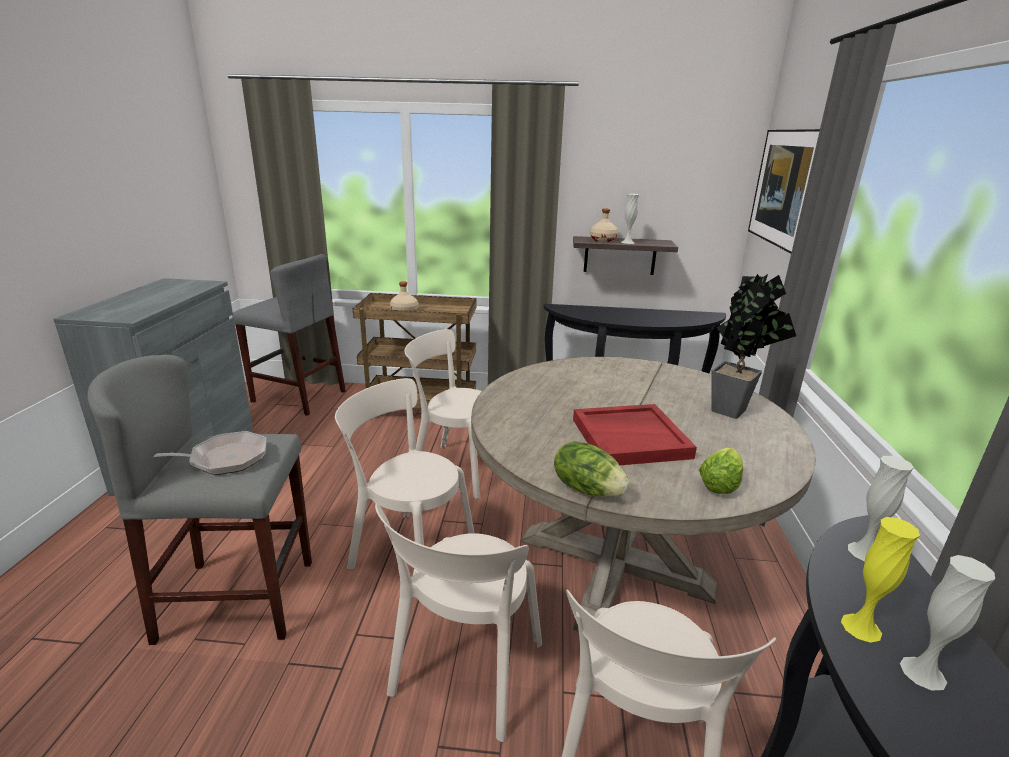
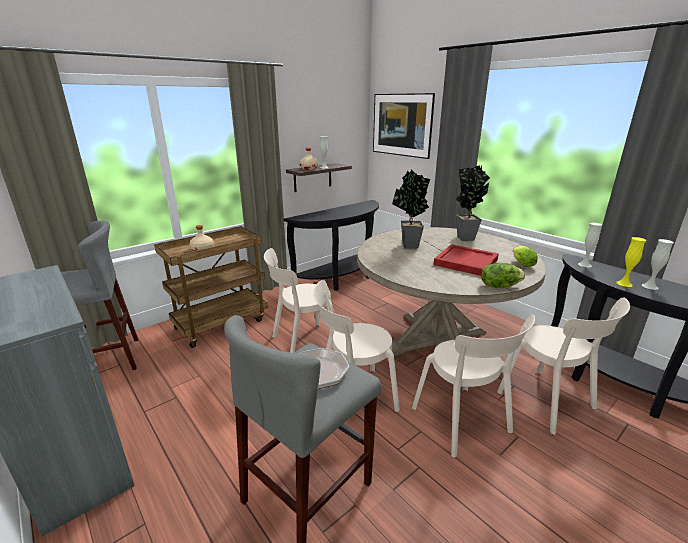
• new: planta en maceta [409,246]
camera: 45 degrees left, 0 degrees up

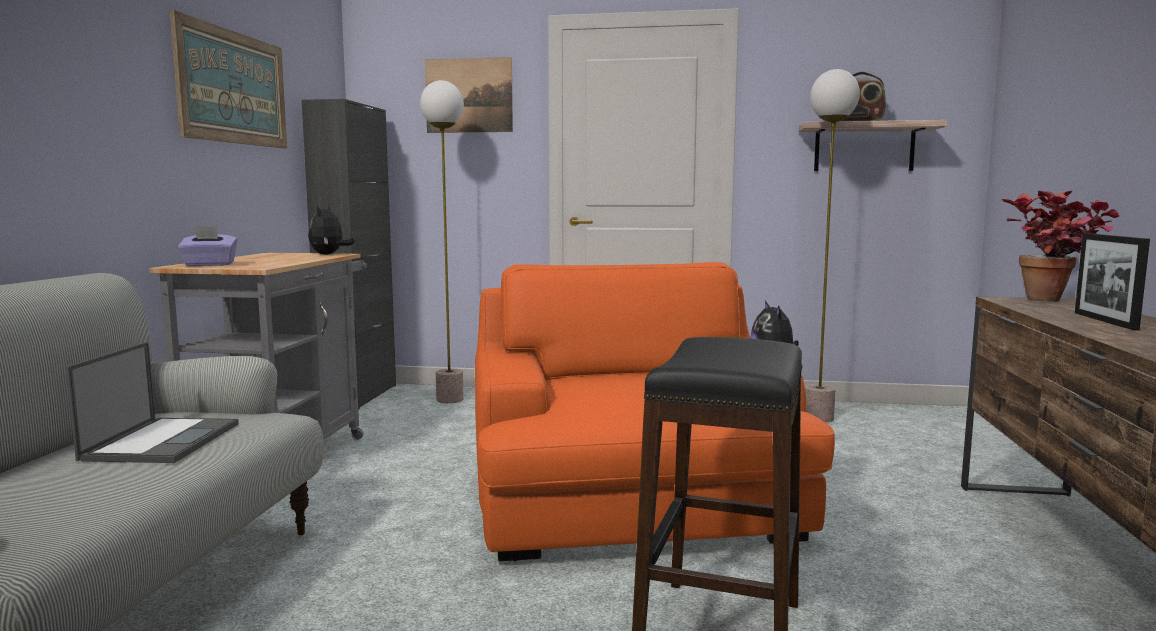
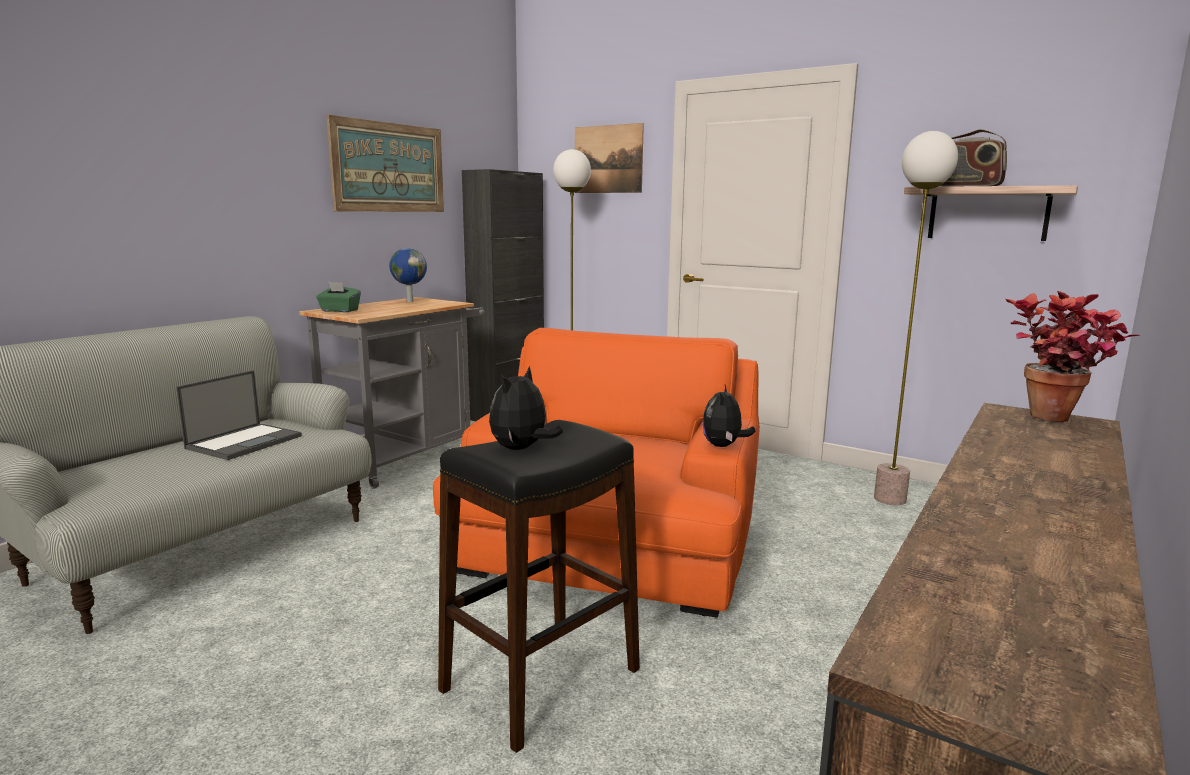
• repainted: caja de pañuelos (morado) [209,265] to caja de pañuelos (verde) [339,310]
• new: globo terráqueo [409,301]
• shifted: peluche [328,254] to [522,449]
• gone: portarretratos [1104,321]
camera: 25 degrees right, 5 degrees up

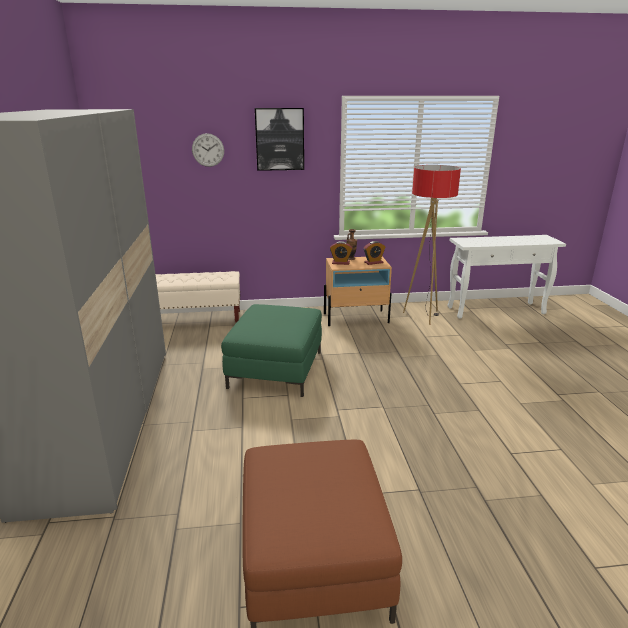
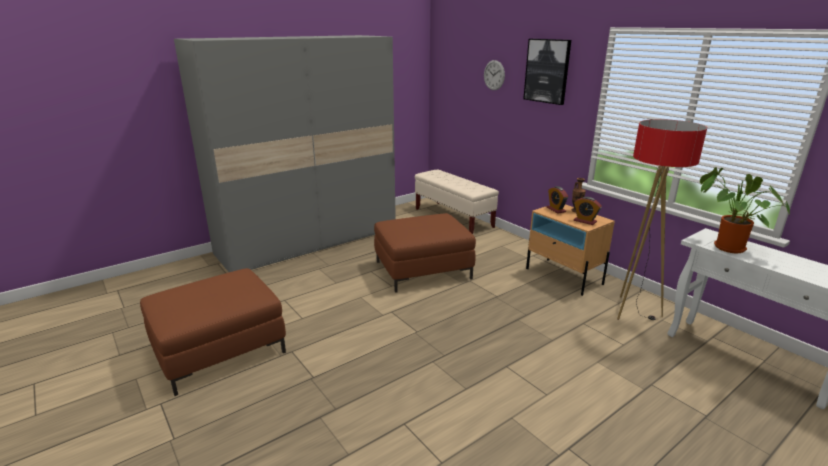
• repainted: puf (verde) [276,369] to puf (marrón) [422,270]
• new: planta en maceta [725,247]
camera: 60 degrees right, 0 degrees up

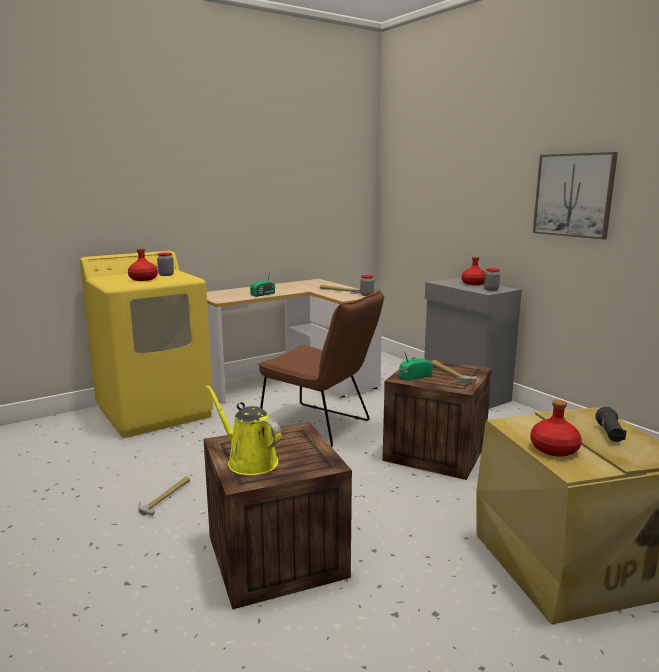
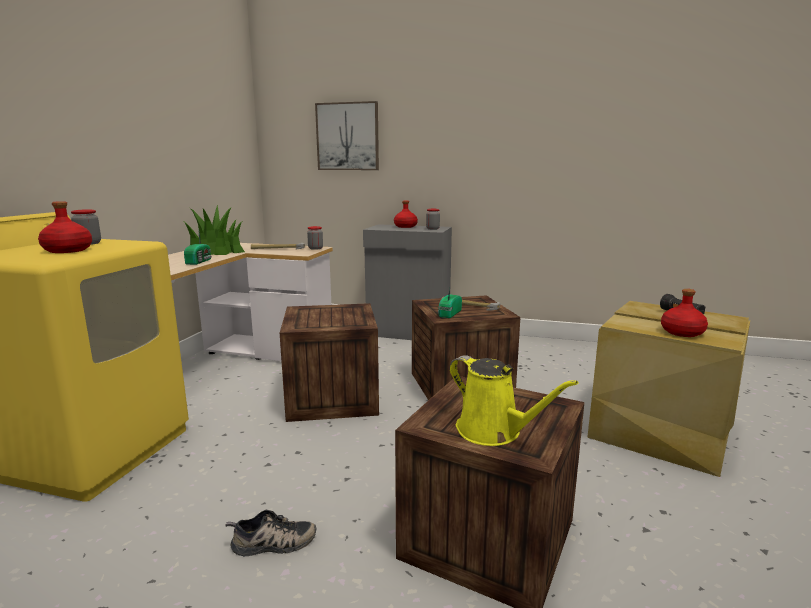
• new: planta en maceta [215,251]
• swapped: martillo [166,497] to zapato [273,544]
• swapped: silla (marrón) [321,427] to caja de embalaje [332,398]
• shifted: cuadro [573,195] to [347,136]
• rotated: regadera (amarillo) [249,461] = [493,432] 135 degrees counterclockwise
camera: 40 degrees left, 0 degrees up

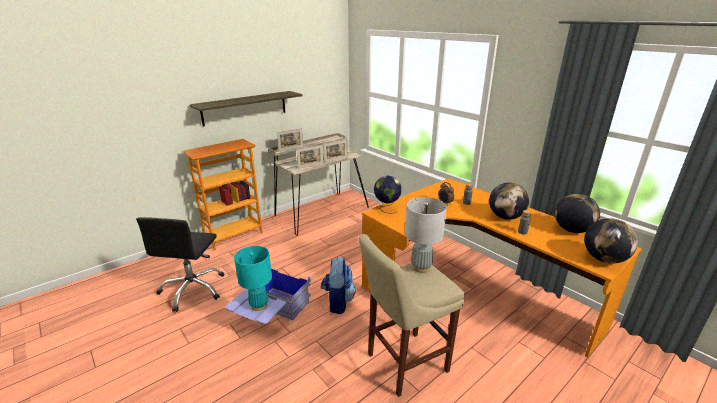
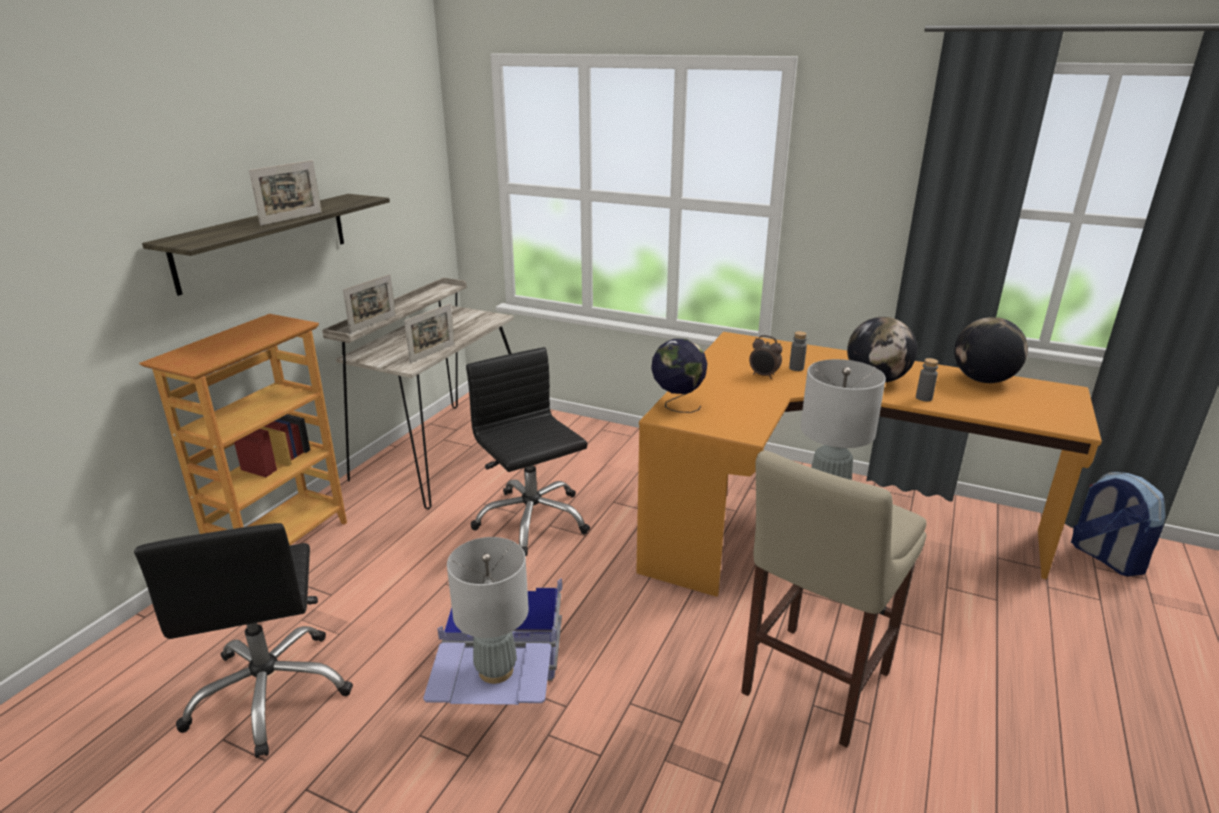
• shifted: portarretratos [335,160] to [292,218]
• repainted: lámpara de mesa (turquesa) [259,305] to lámpara de mesa (gris) [496,670]
• new: silla de oficina (negro) [531,520]
• shifted: mochila [337,302] to [1104,557]
• gone: globo terráqueo [604,259]
camera: 25 degrees left, 0 degrees up

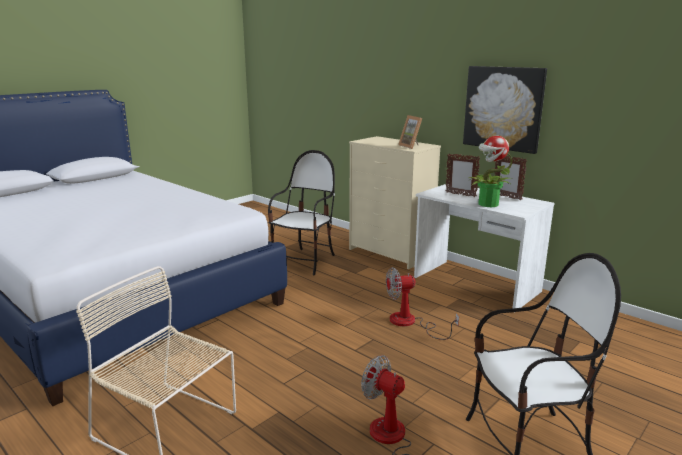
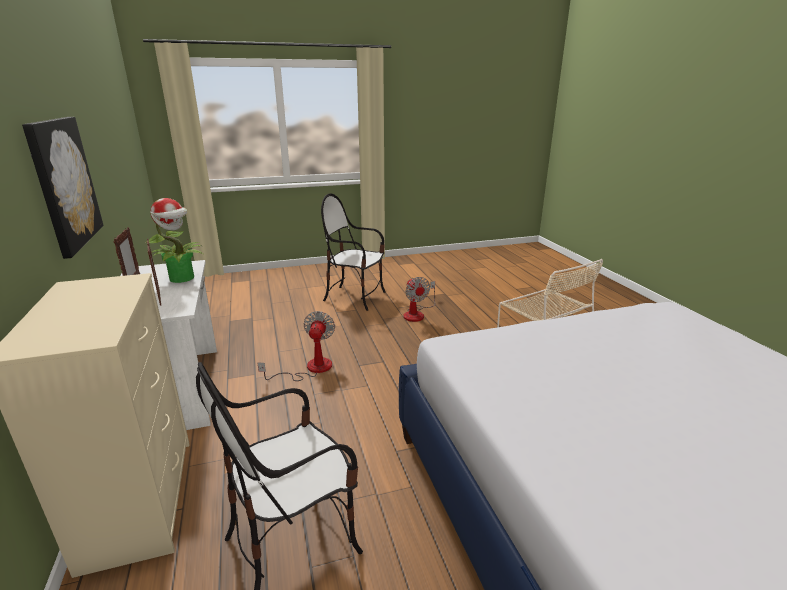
• rotated: ventilador [410,323] = [310,369] 105 degrees counterclockwise
• gone: portarretratos [411,146]
camera: 150 degrees left, 5 degrees up

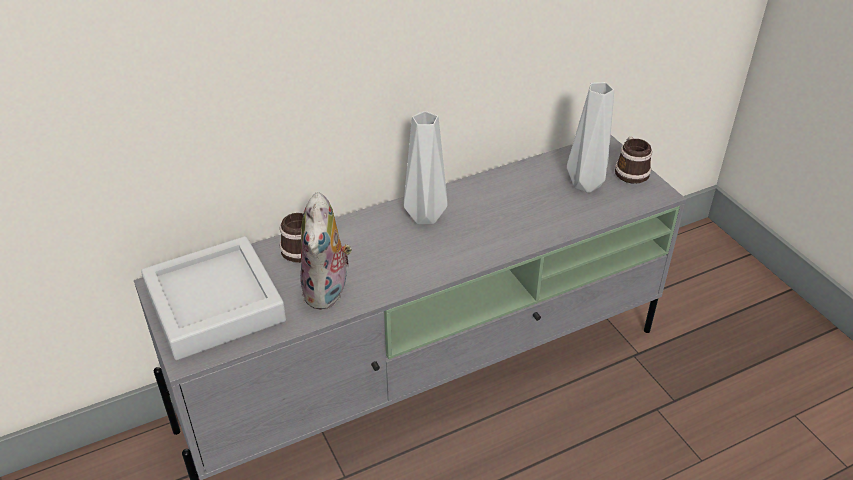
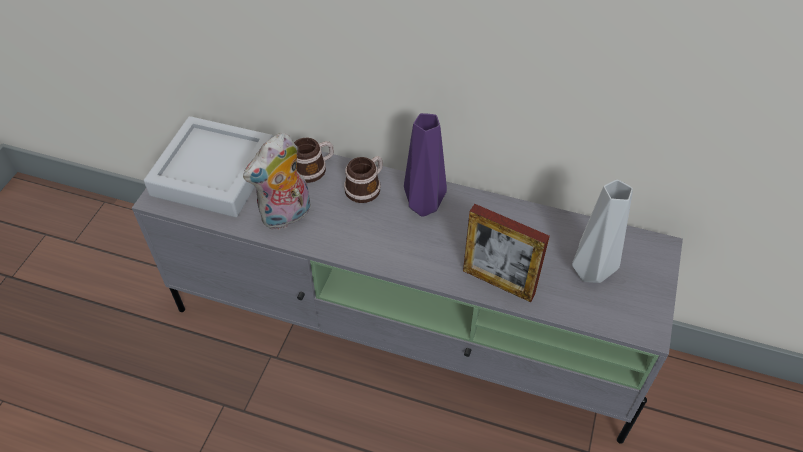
• shifted: taza grande [630,170] to [366,187]
• repainted: florero (gris) [426,215] to florero (morado) [426,206]
• new: portarretratos [498,282]
camera: 45 degrees right, 10 degrees up

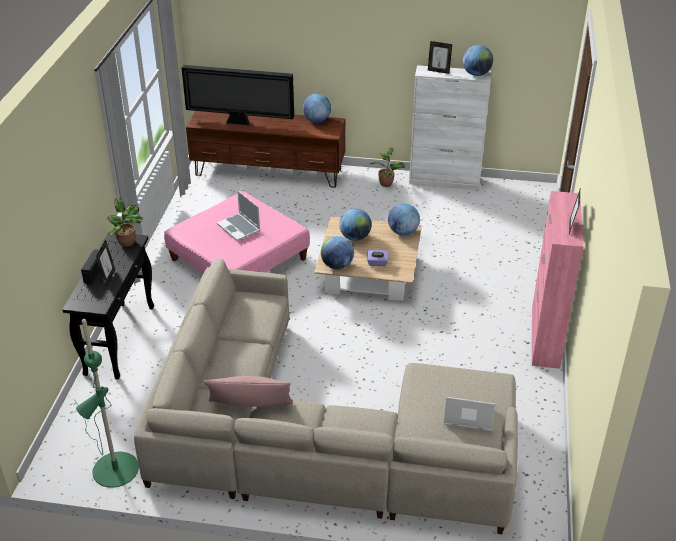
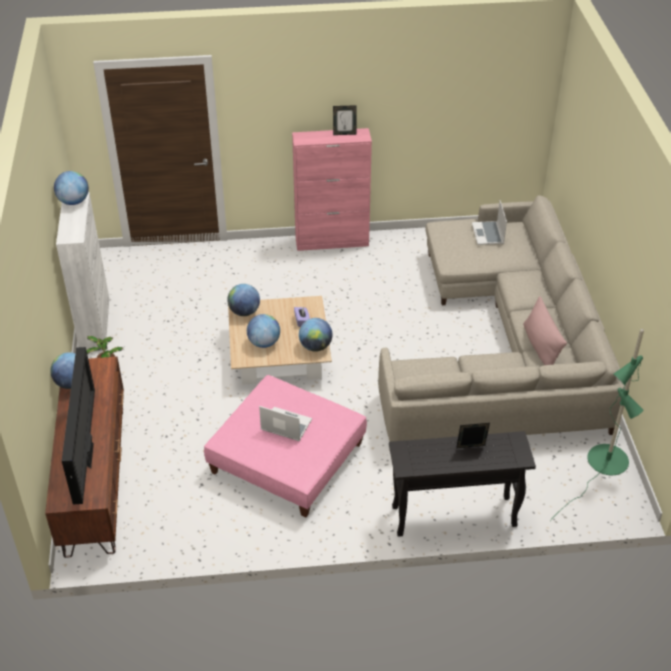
• rotated: portátil [239,228] = [285,425] 105 degrees counterclockwise
• gone: radio [94,274]
• gone: planta en maceta [127,243]
• gone: portarretratos [438,71]
camera: 105 degrees left, 5 degrees up

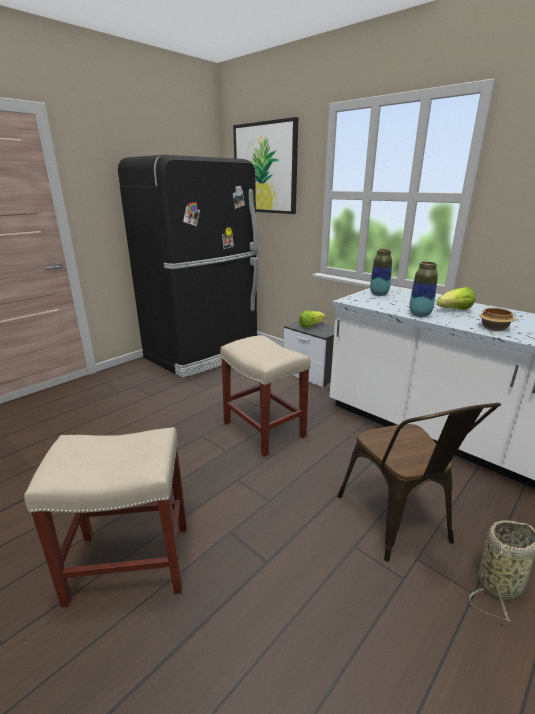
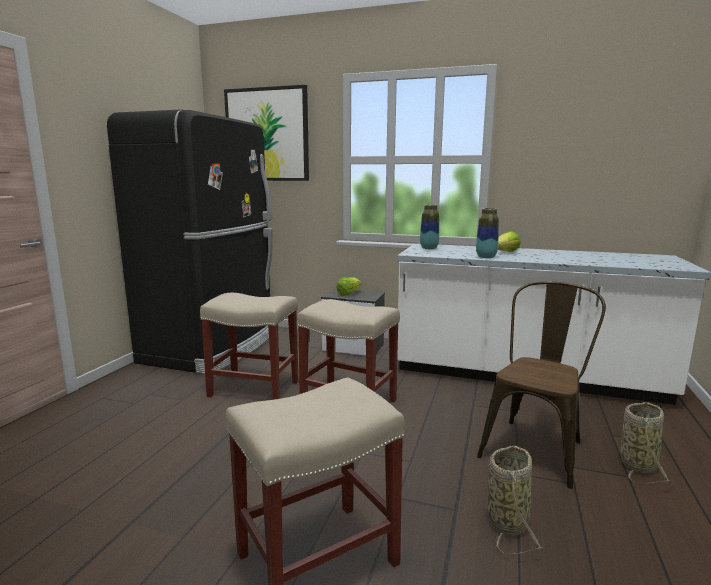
• new: taburete (beis) [255,389]
• rotated: silla (marrón) [399,523] = [536,446] 105 degrees counterclockwise
• new: cesta [507,520]
• gone: cuenco [494,328]
camera: 25 degrees left, 10 degrees down

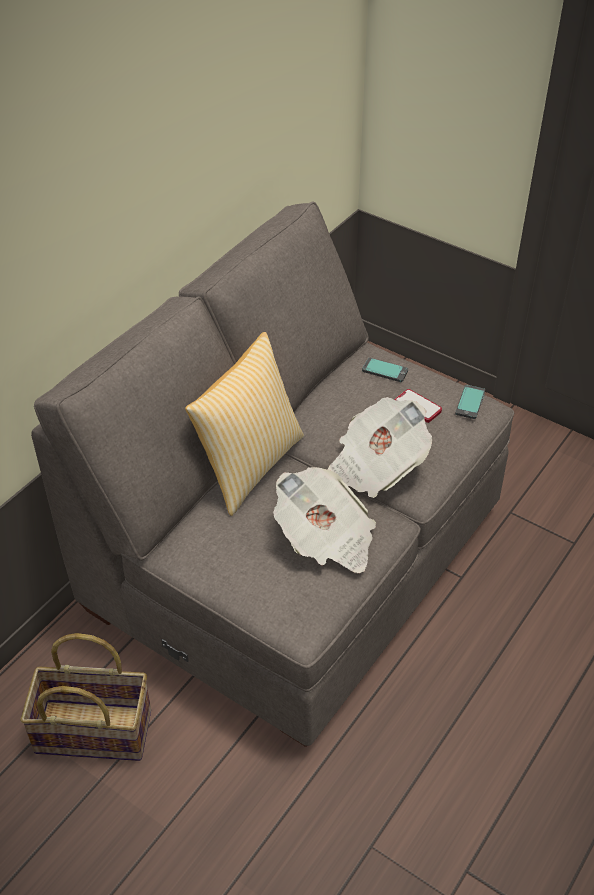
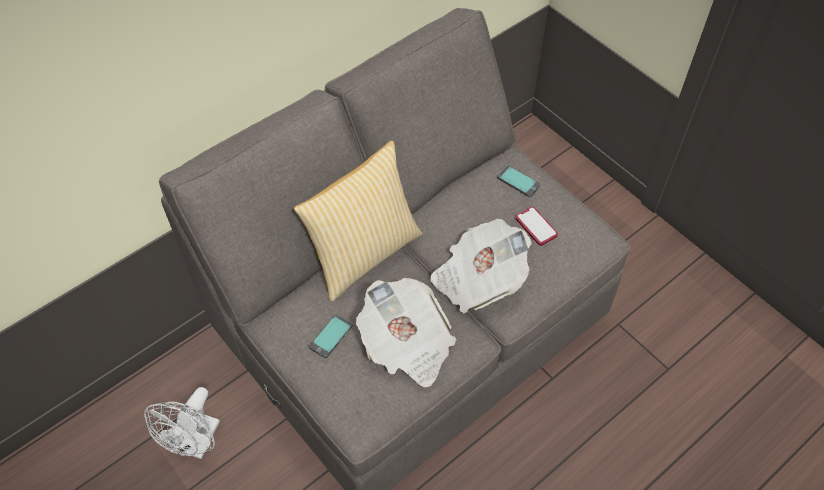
• swapped: cesta [94,730] to ventilador (blanco) [197,444]
• shifted: móvil [470,402] to [331,336]
camera: 15 degrees right, 10 degrees up

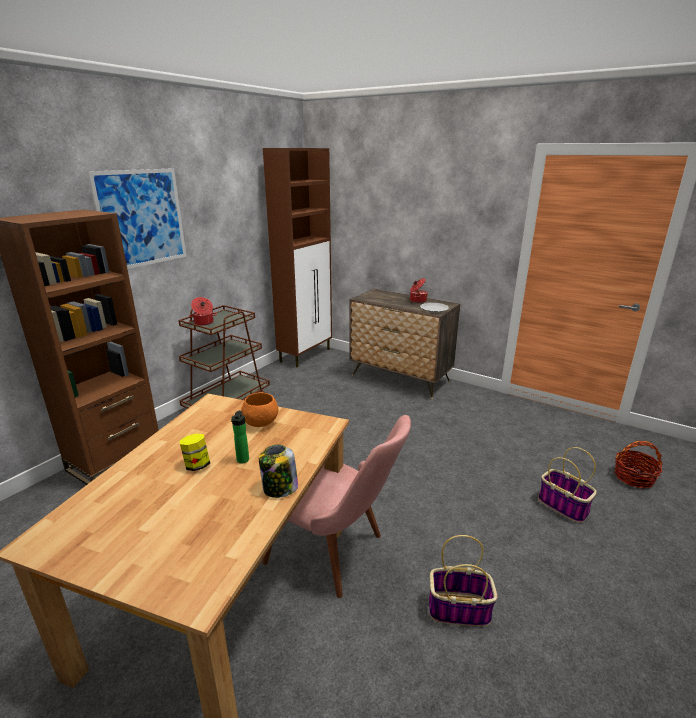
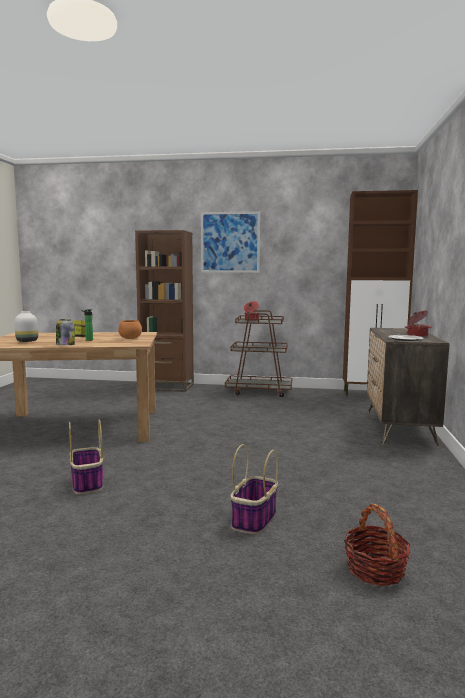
• new: florero (blanco) [26,341]
• gone: silla (rosa) [338,553]
camera: 65 degrees right, 15 degrees down

